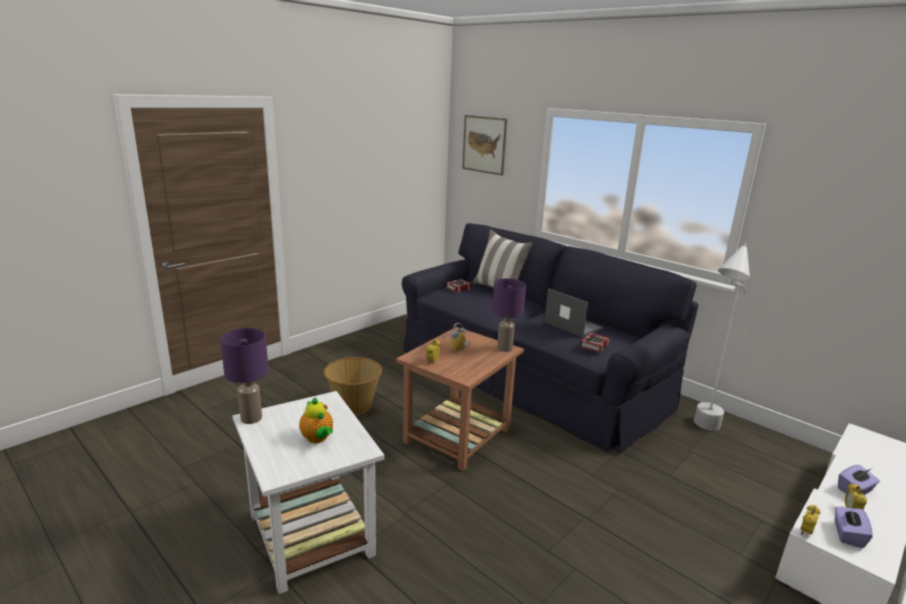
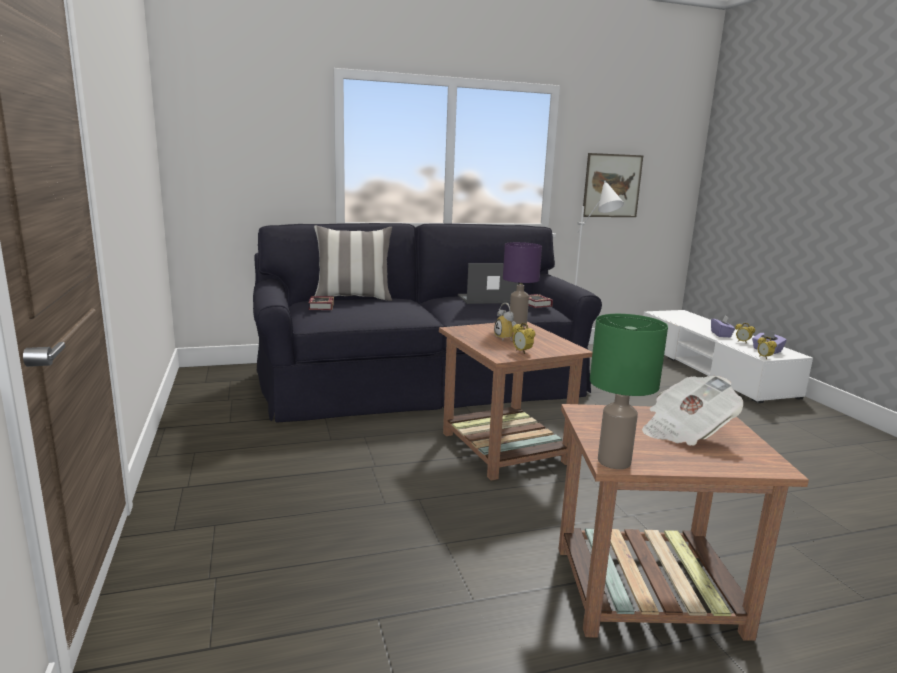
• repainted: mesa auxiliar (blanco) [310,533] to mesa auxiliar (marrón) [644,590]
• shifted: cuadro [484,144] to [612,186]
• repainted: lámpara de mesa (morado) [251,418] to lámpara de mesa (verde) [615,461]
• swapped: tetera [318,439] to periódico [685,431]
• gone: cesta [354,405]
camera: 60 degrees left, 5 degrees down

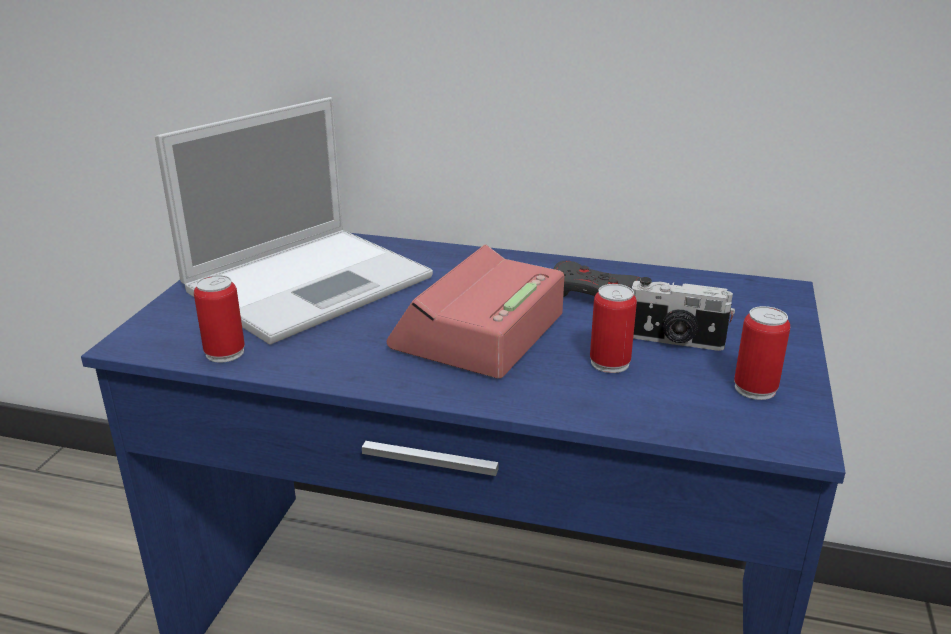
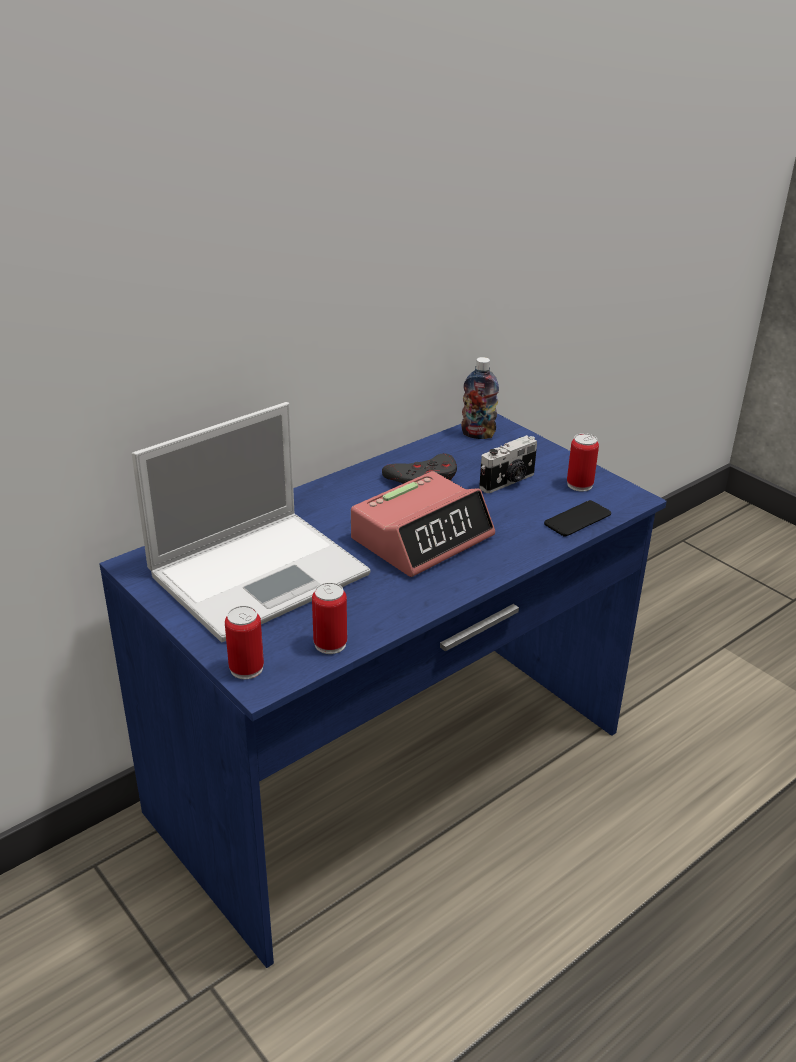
• rotated: portátil [312,282] = [262,572] 60 degrees clockwise
• shifted: lata [610,363] to [246,668]
• rotated: despertador [478,332] = [422,537] 105 degrees counterclockwise
• new: botella [478,434]
• new: móvil [577,519]
camera: 55 degrees left, 5 degrees up

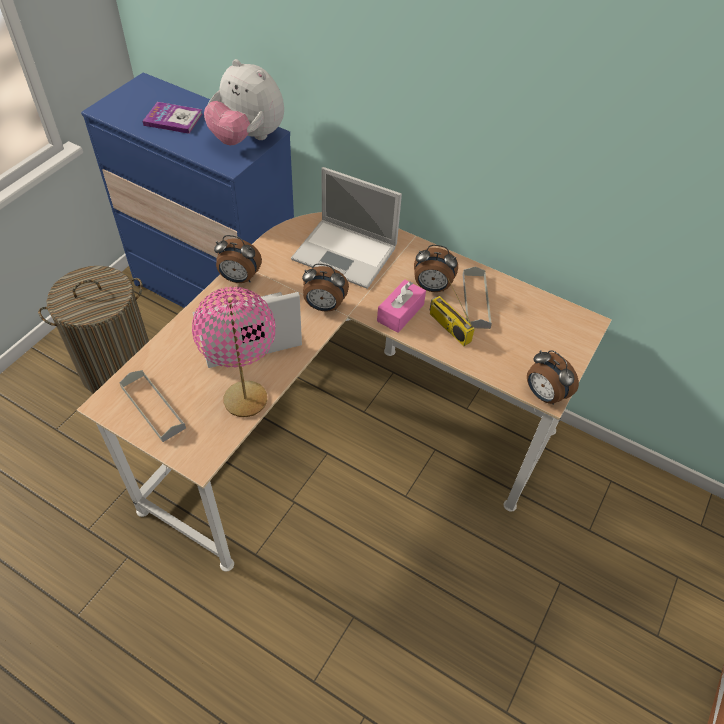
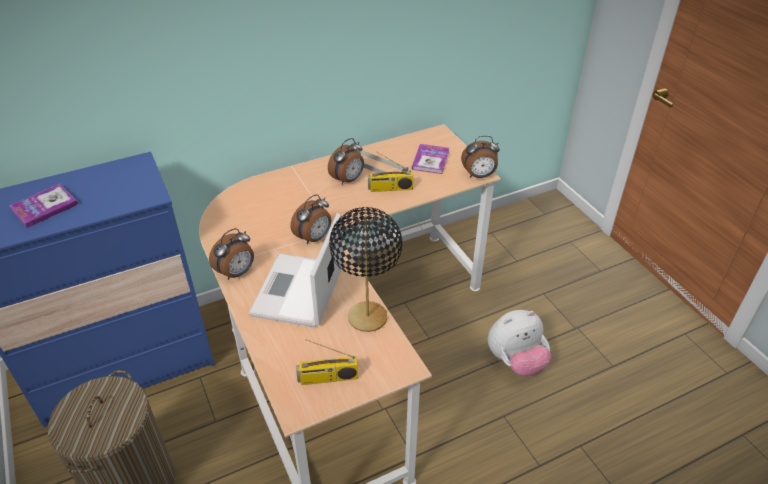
• swapped: bandeja (gris) [153,407] to radio [327,378]
• repainted: lámpara de mesa (rosa) [245,399] to lámpara de mesa (negro) [367,317]
• new: libro [430,160]
• shifted: peluche [247,138] to [515,361]
• gone: portátil [346,253]
• gone: caja de pañuelos (rosa) [400,313]
camera: 55 degrees left, 10 degrees down

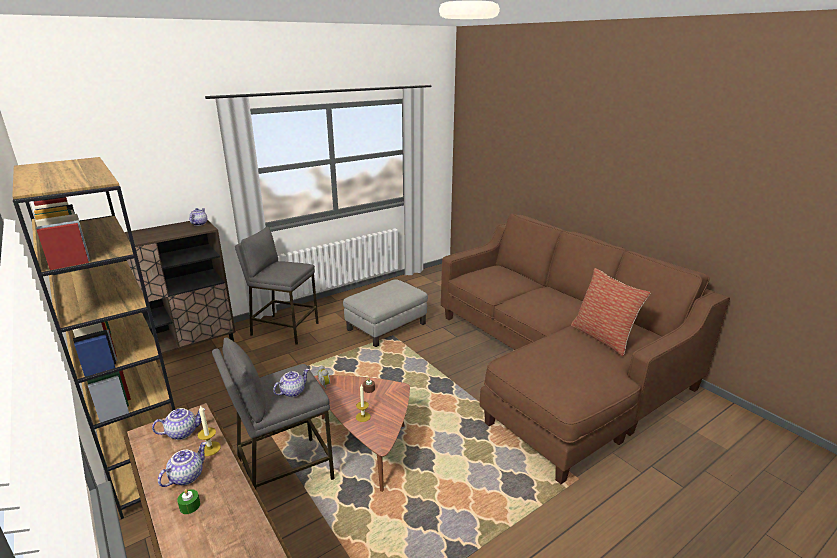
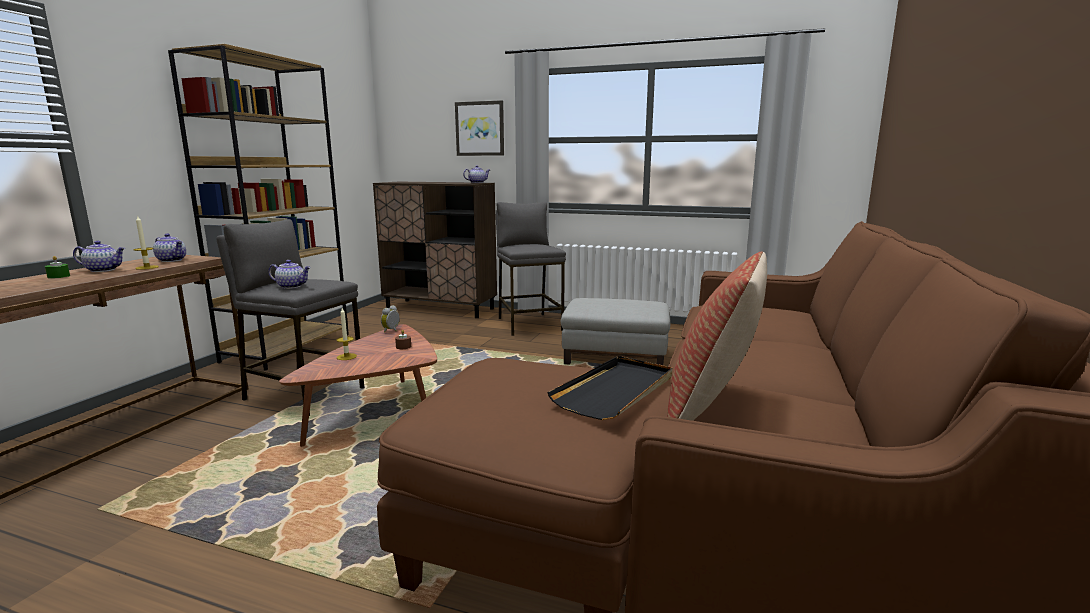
• new: cuadro [480,128]
• new: bandeja (negro) [616,391]
camera: 55 degrees right, 10 degrees down

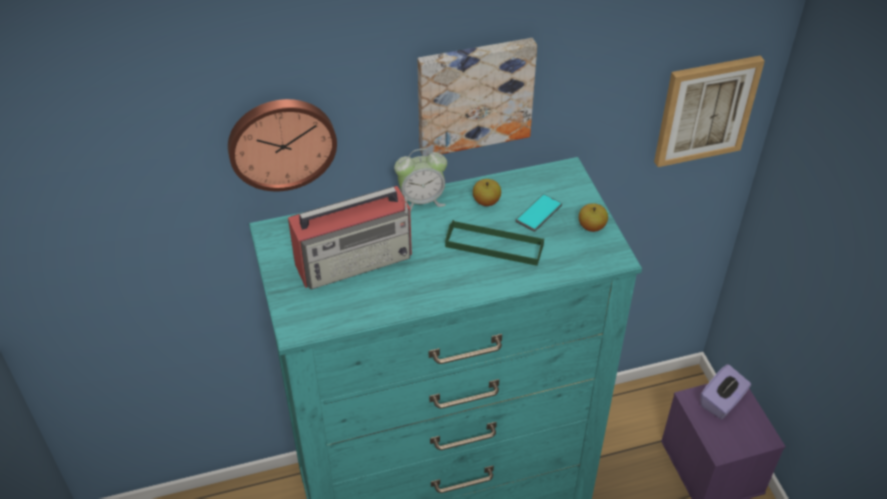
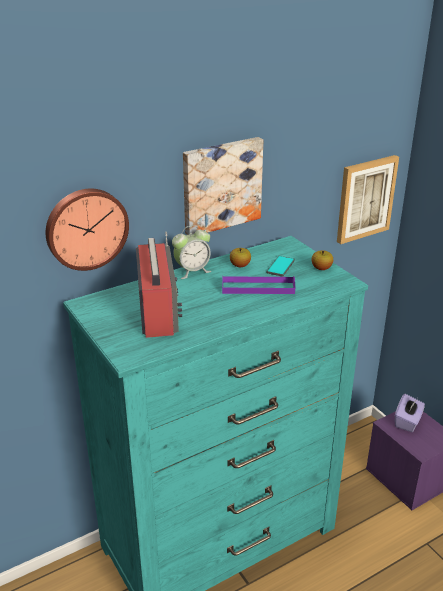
• rotated: radio [355,260] = [157,310] 60 degrees counterclockwise
• repainted: bandeja (verde) [494,246] to bandeja (morado) [258,288]
camera: 15 degrees left, 15 degrees down

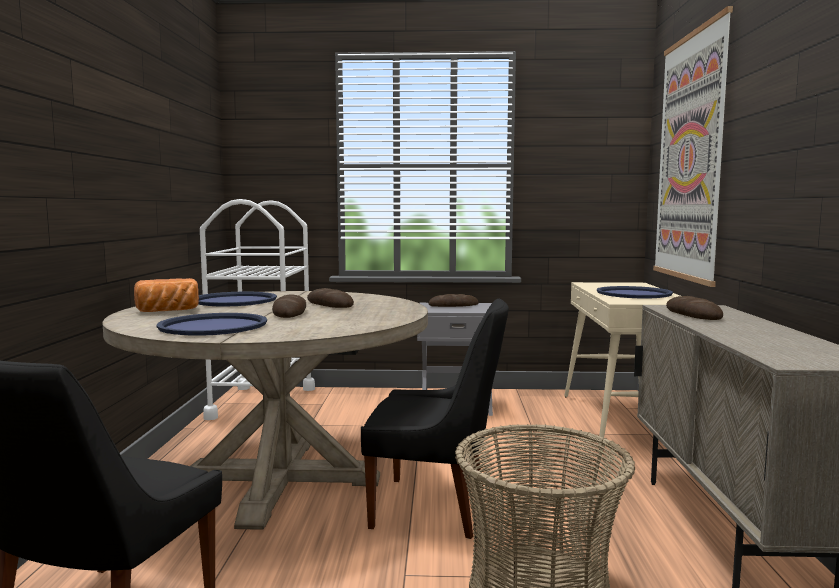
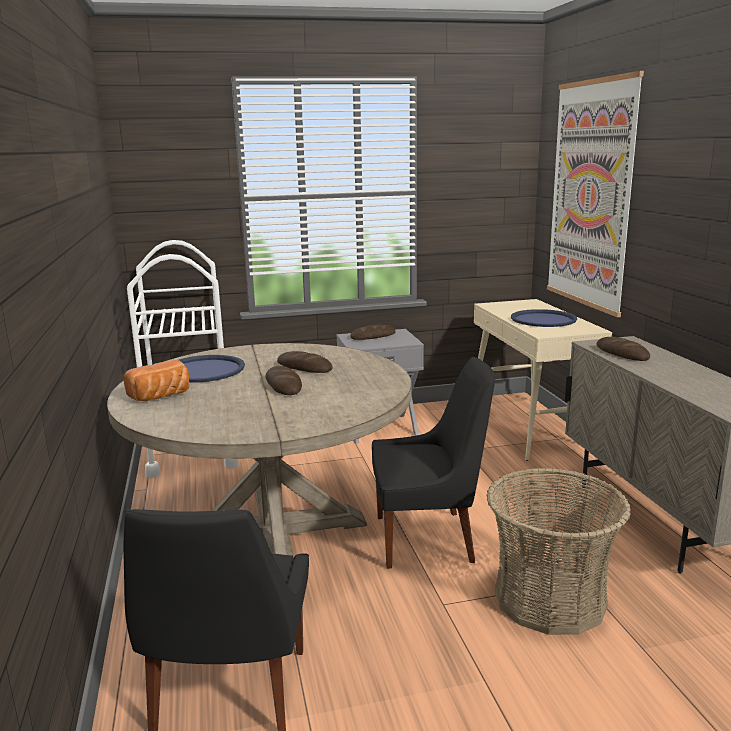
• gone: bandeja (azul) [213,326]
camera: 15 degrees left, 10 degrees up

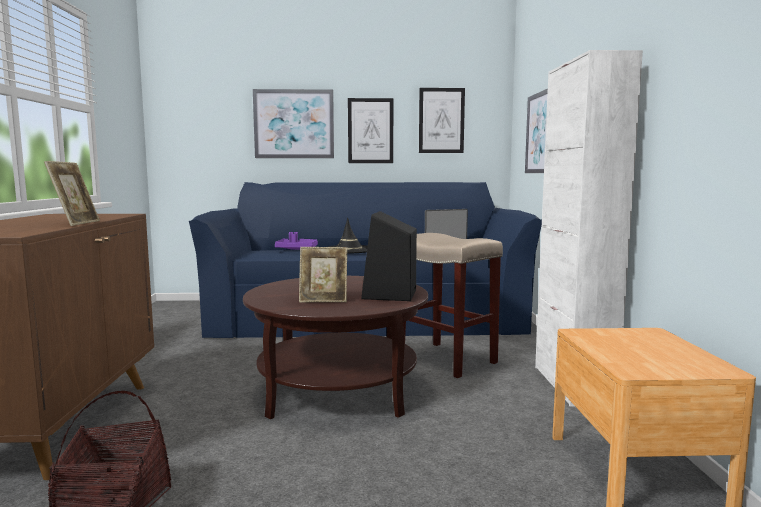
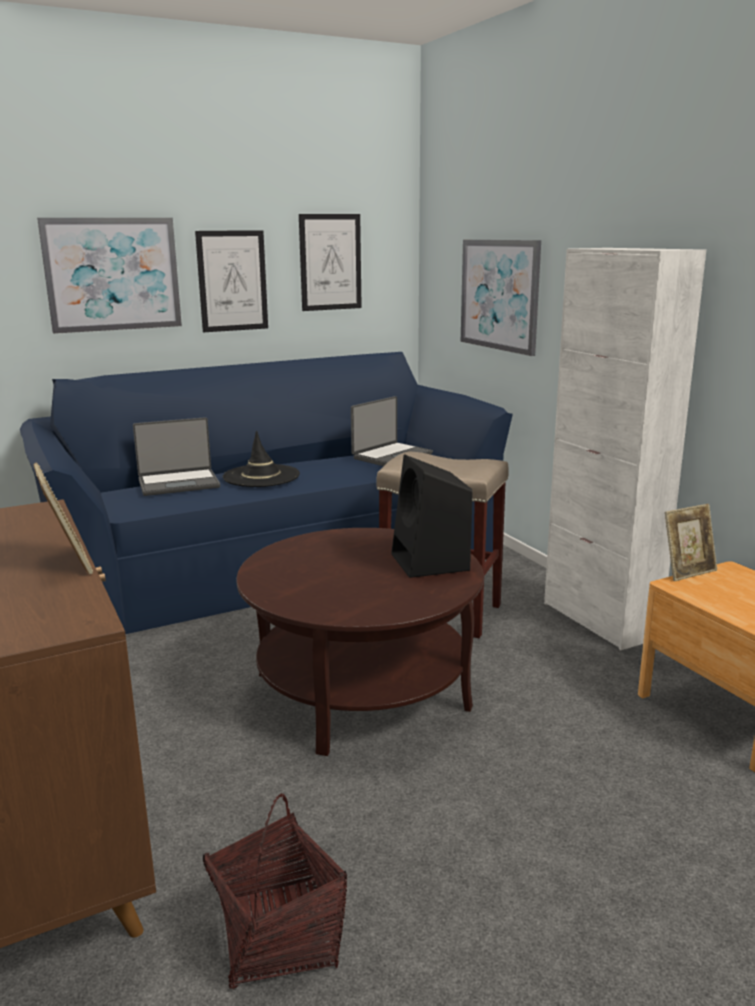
• swapped: bandeja (morado) [297,249] to portátil [178,483]
• shifted: portarretratos [323,300] to [687,572]
camera: 25 degrees left, 10 degrees up

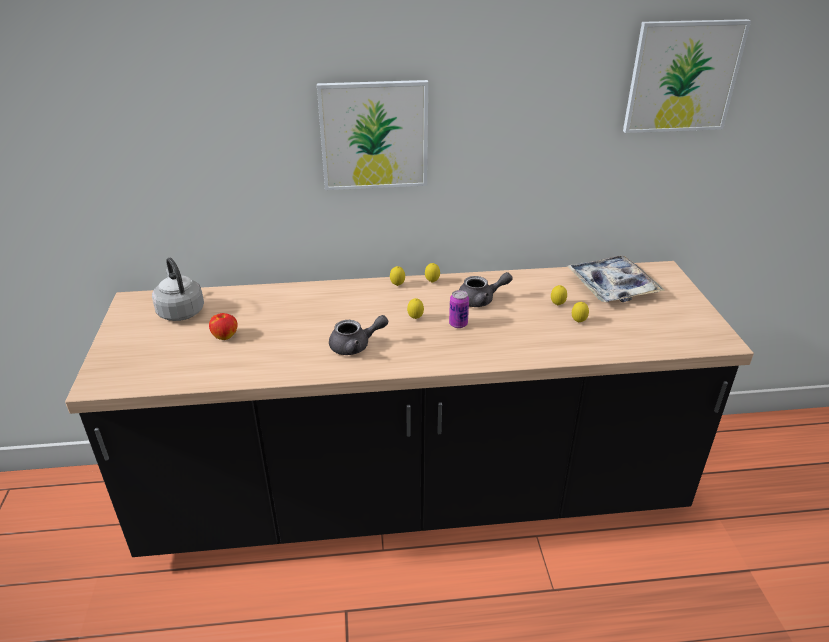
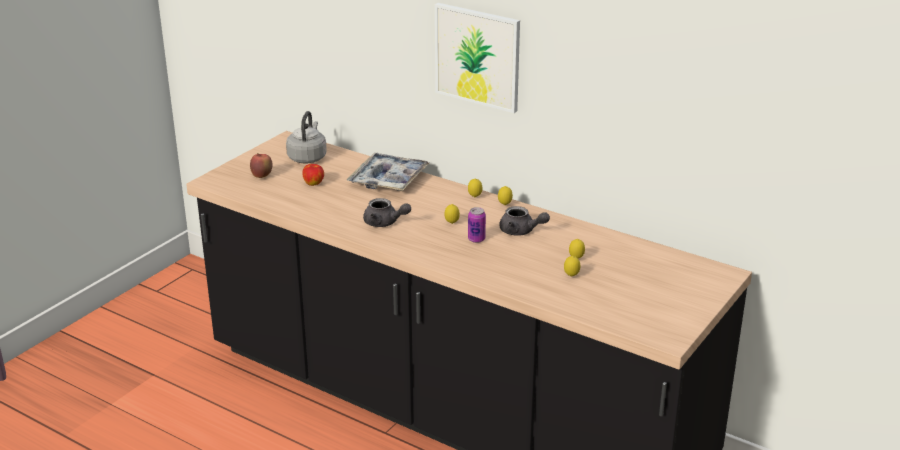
• new: manzana [262,176]
• shifted: bandeja [612,286] to [388,179]
• gone: cuadro [682,77]
camera: 40 degrees right, 5 degrees down

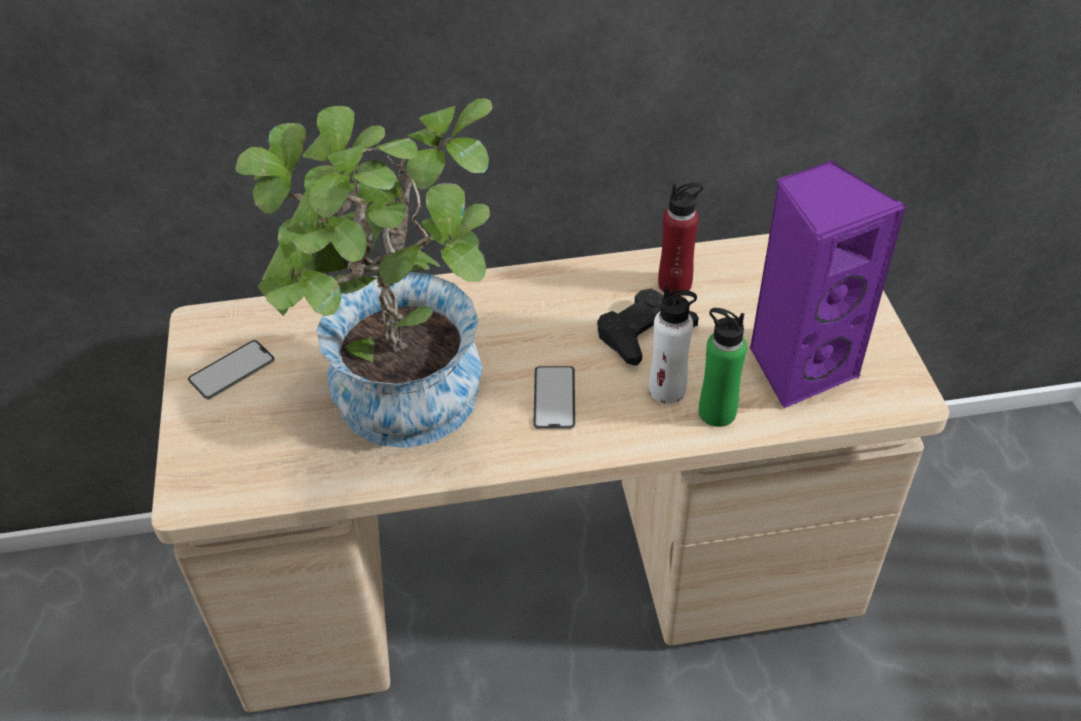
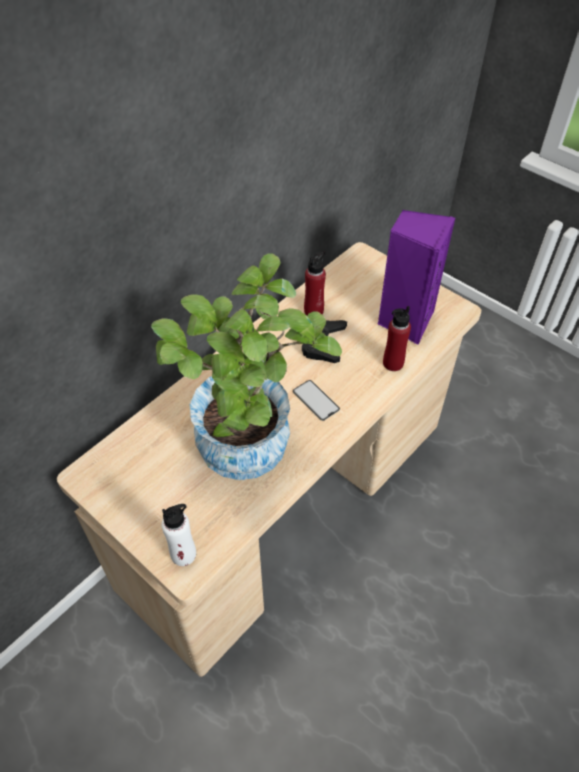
• shifted: botella (blanco) [667,390] to [183,554]
• repainted: botella (verde) [717,412] to botella (rojo) [393,363]
• gone: móvil [232,370]
camera: 40 degrees left, 5 degrees up

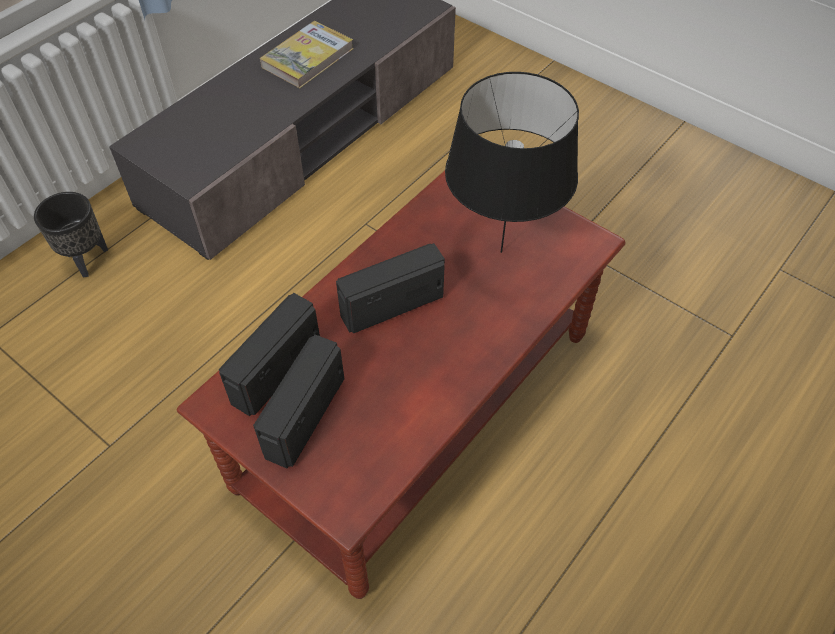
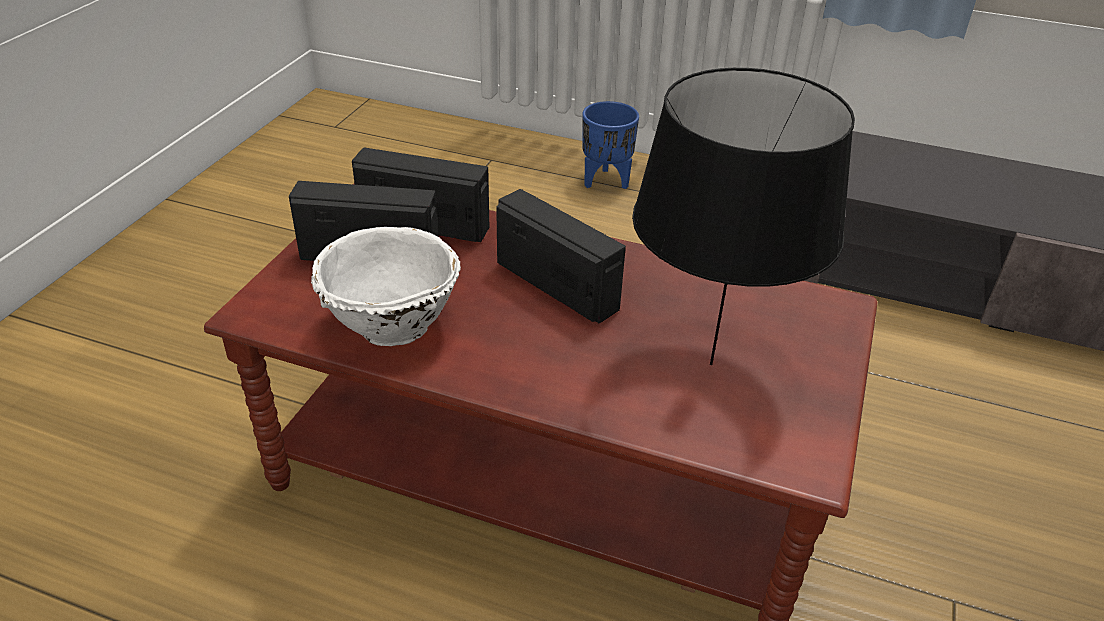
• new: cuenco (blanco) [391,325]
• repainted: maceta (negro) [86,259] to maceta (azul) [606,180]
• gone: libro [307,58]
camera: 70 degrees right, 15 degrees down

